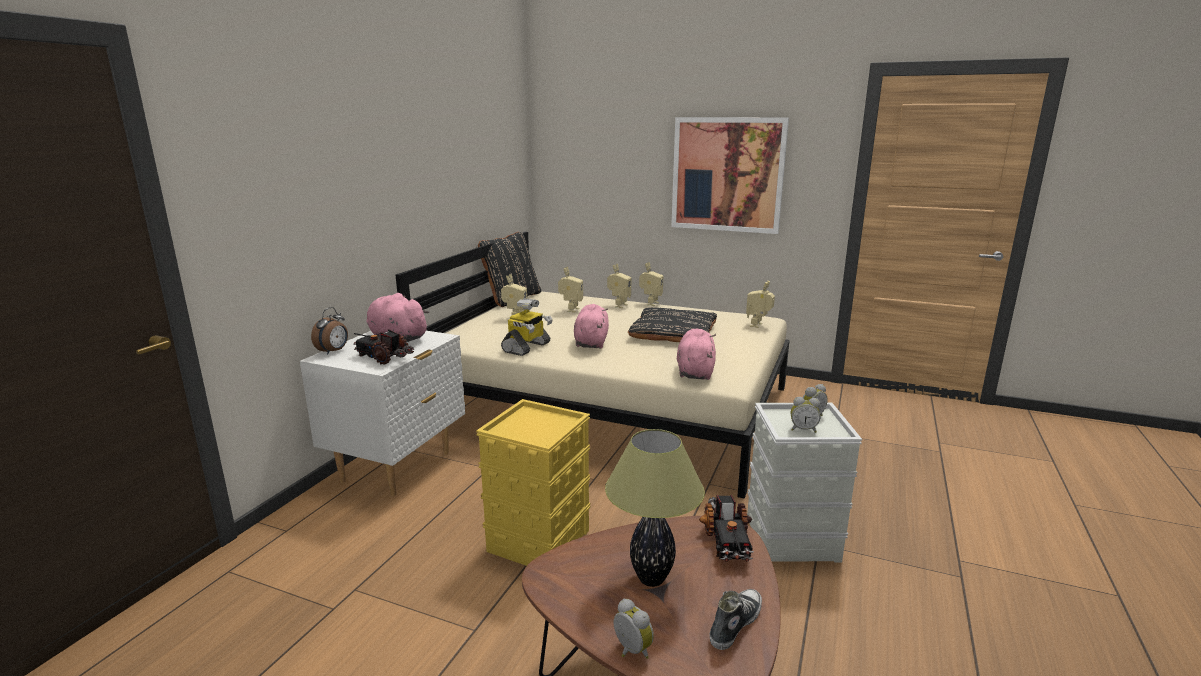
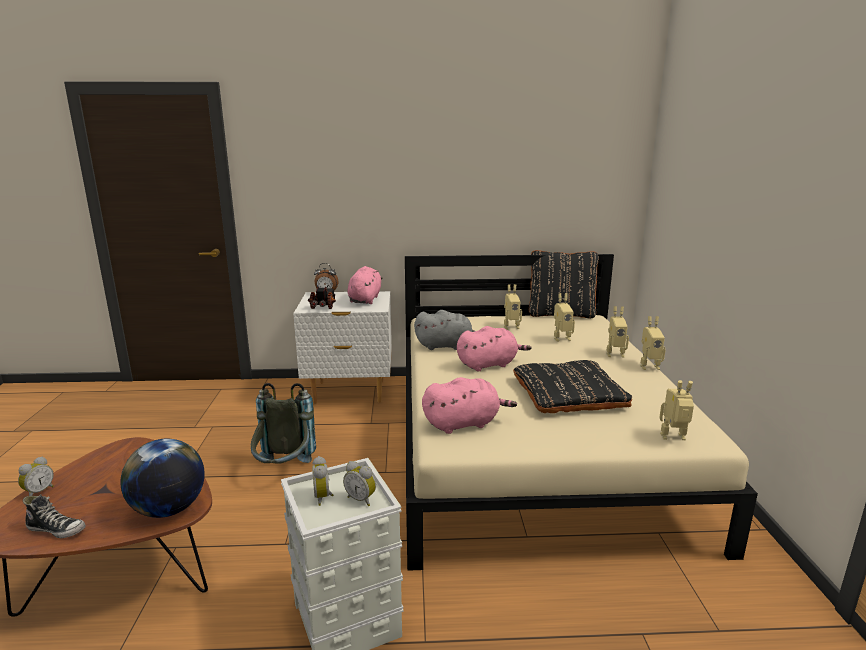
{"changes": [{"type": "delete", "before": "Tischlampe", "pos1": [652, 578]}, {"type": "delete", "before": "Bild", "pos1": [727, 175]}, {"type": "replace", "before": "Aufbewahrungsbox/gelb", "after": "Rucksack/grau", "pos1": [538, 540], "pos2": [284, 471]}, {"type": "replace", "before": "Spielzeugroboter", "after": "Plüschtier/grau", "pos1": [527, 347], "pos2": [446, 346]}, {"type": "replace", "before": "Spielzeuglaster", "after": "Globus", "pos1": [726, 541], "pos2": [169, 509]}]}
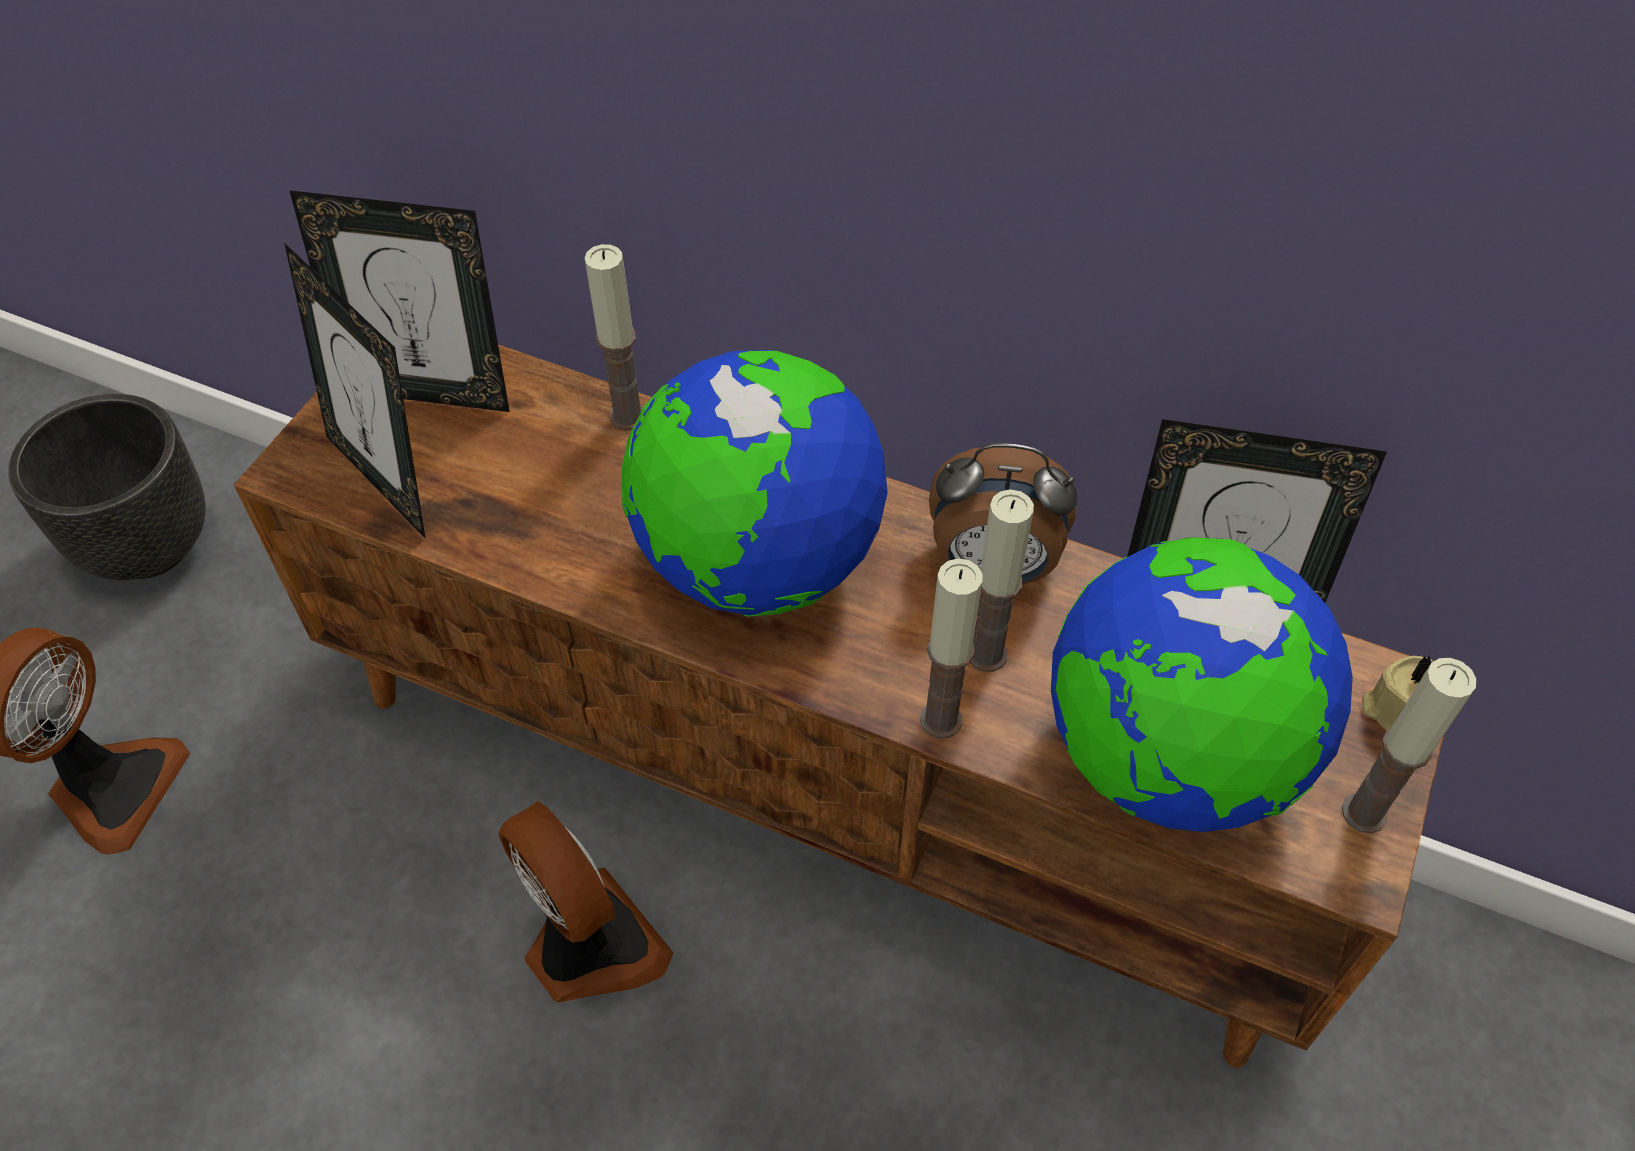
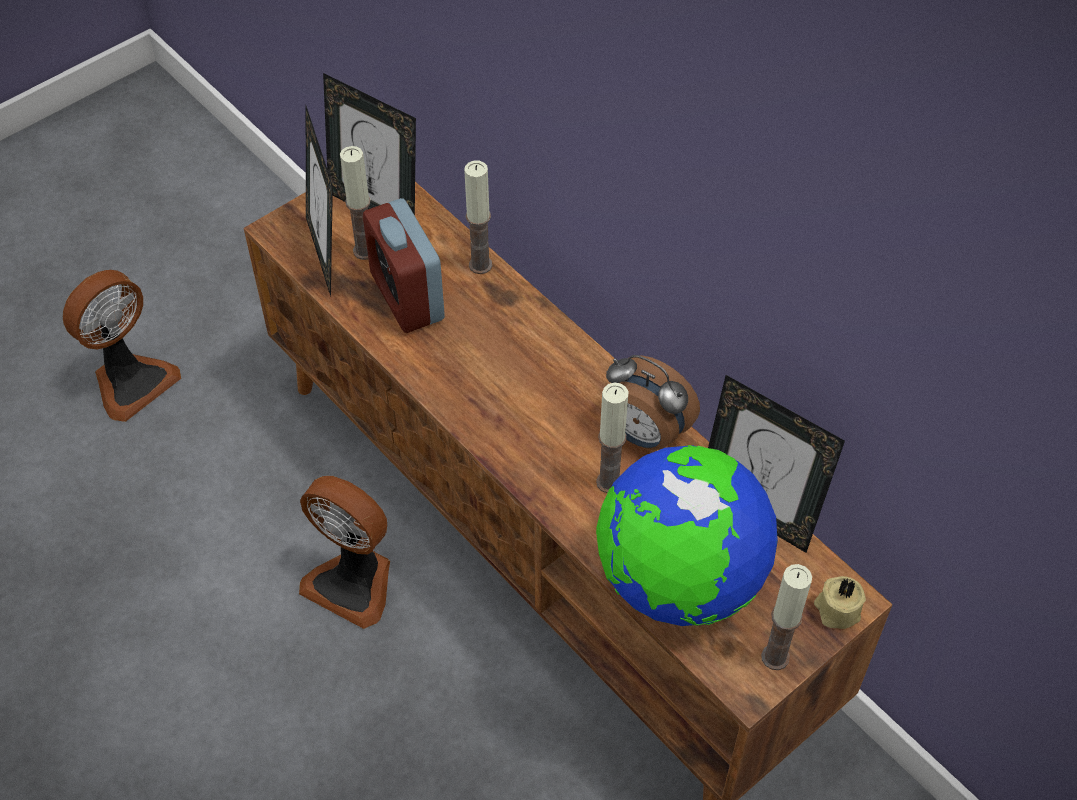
{"changes": [{"type": "delete", "before": "Pflanzkübel/schwarz", "pos1": [147, 547]}, {"type": "delete", "before": "Globus", "pos1": [758, 563]}, {"type": "insert", "after": "Wecker", "pos2": [407, 296]}, {"type": "move", "before": "Kerze", "pos1": [941, 720], "pos2": [364, 251]}, {"type": "rotate", "before": "Ventilator", "pos1": [589, 946], "pos2": [353, 582], "turn": 135}]}
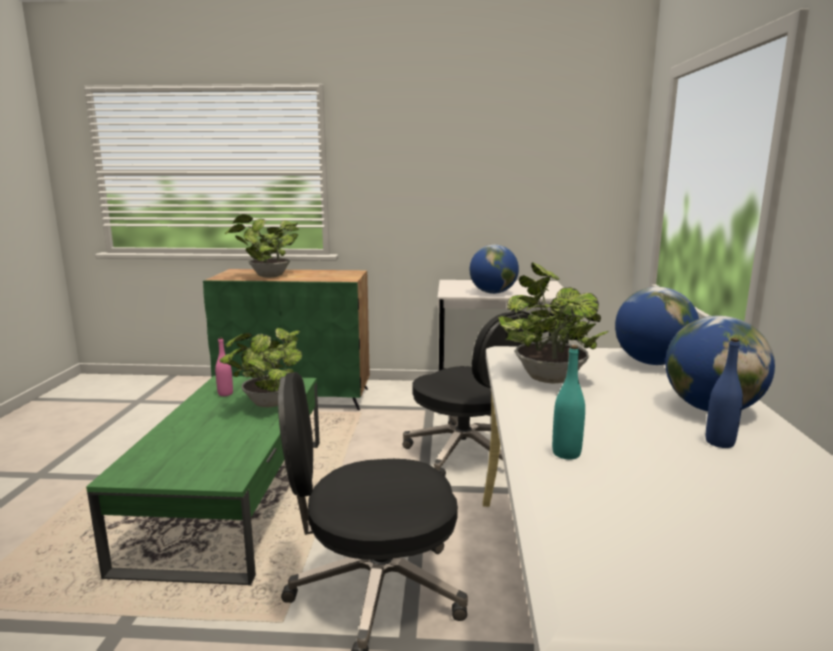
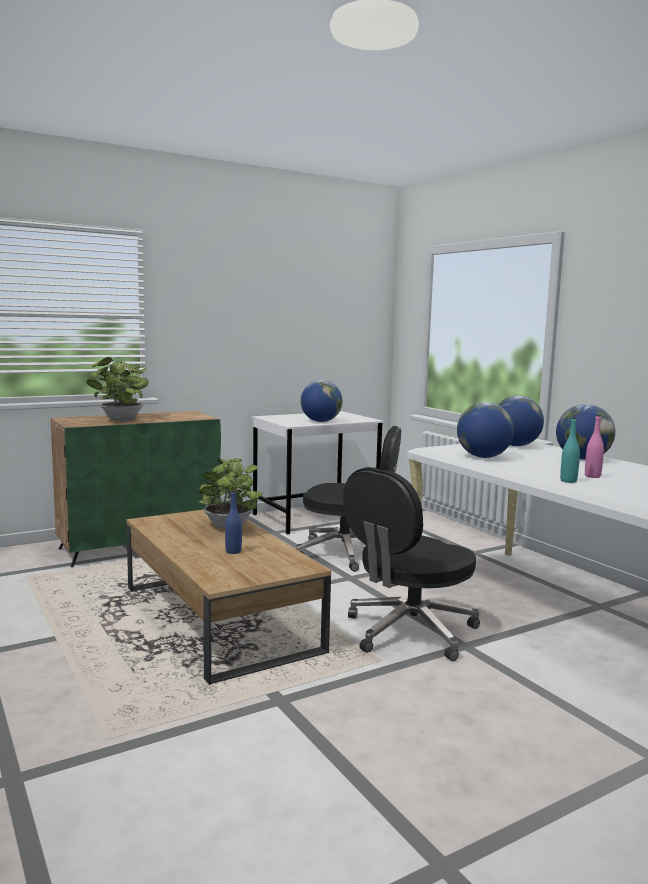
{"changes": [{"type": "move", "before": "Flasche/rosa", "pos1": [225, 394], "pos2": [592, 476]}, {"type": "move", "before": "Flasche/blau", "pos1": [719, 442], "pos2": [233, 551]}, {"type": "replace", "before": "Topfpflanze", "after": "Globus", "pos1": [547, 376], "pos2": [483, 457]}, {"type": "recolor", "before": "Couchtisch/grün", "after": "Couchtisch/braun", "pos1": [232, 497], "pos2": [218, 617]}]}
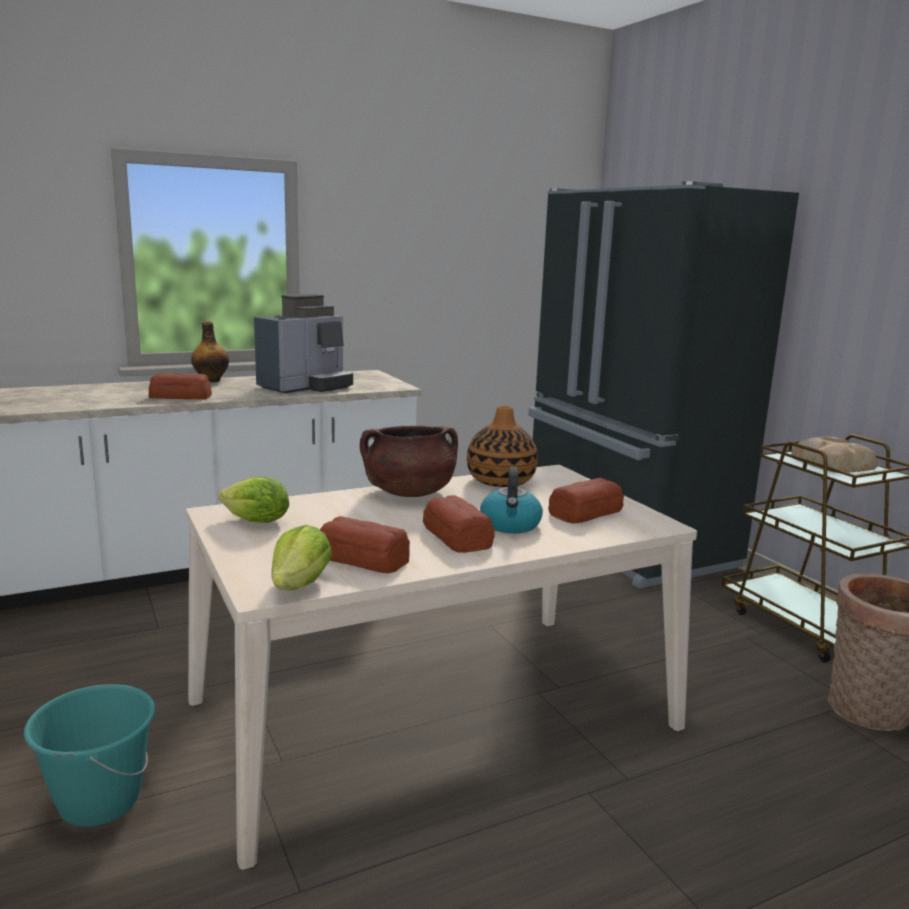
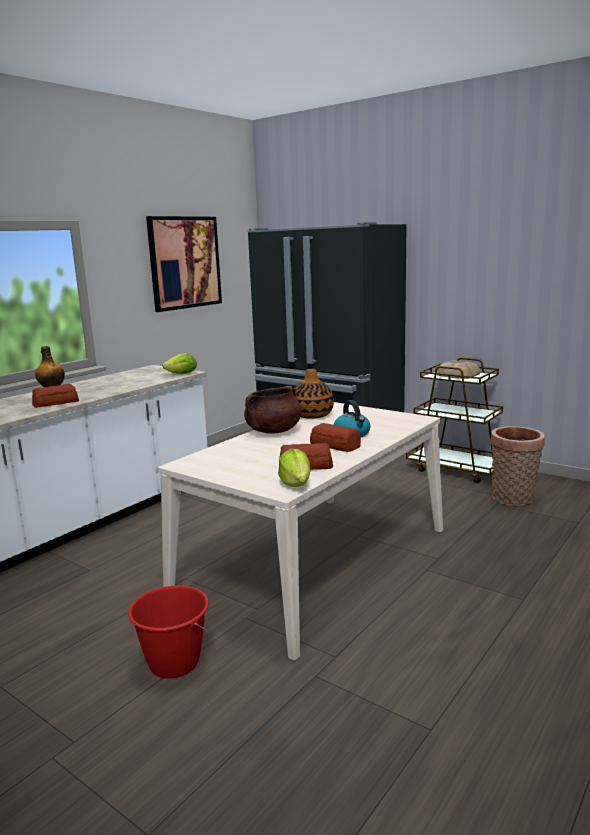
{"changes": [{"type": "delete", "before": "Kaffeemaschine", "pos1": [306, 386]}, {"type": "delete", "before": "Brot", "pos1": [584, 512]}, {"type": "insert", "after": "Bild", "pos2": [185, 262]}, {"type": "move", "before": "Salatkopf", "pos1": [257, 522], "pos2": [182, 374]}, {"type": "recolor", "before": "Eimer/türkis", "after": "Eimer/rot", "pos1": [99, 802], "pos2": [174, 663]}]}
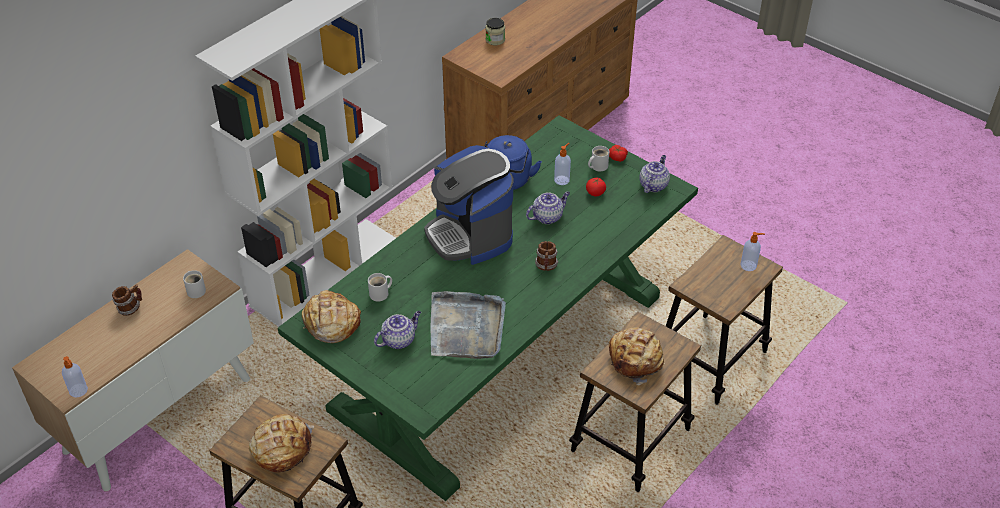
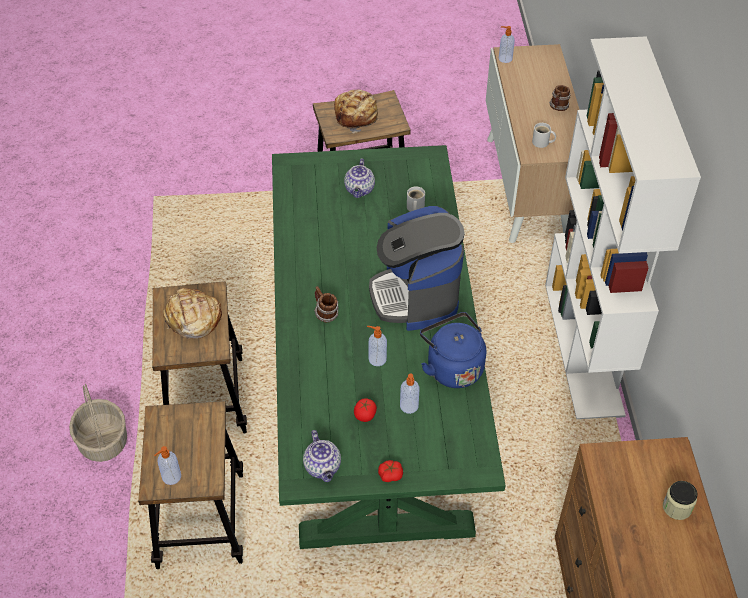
{"changes": [{"type": "delete", "before": "Brot", "pos1": [331, 323]}, {"type": "delete", "before": "Tablett/grau", "pos1": [466, 328]}, {"type": "delete", "before": "Henkelbecher/weiß", "pos1": [597, 166]}, {"type": "insert", "after": "Korb", "pos2": [102, 441]}, {"type": "replace", "before": "Teekanne", "after": "Seifenspender", "pos1": [548, 216], "pos2": [376, 359]}, {"type": "rotate", "before": "Kaffeemaschine", "pos1": [470, 234], "pos2": [415, 296], "turn": -120}]}
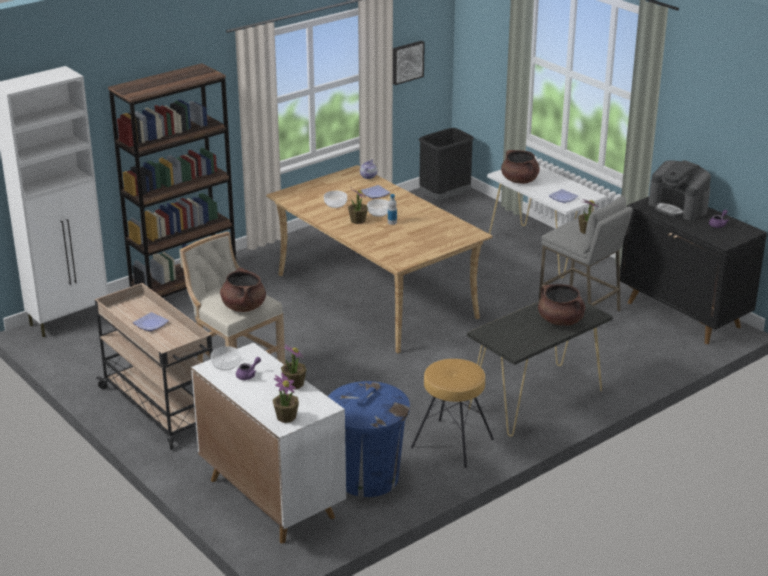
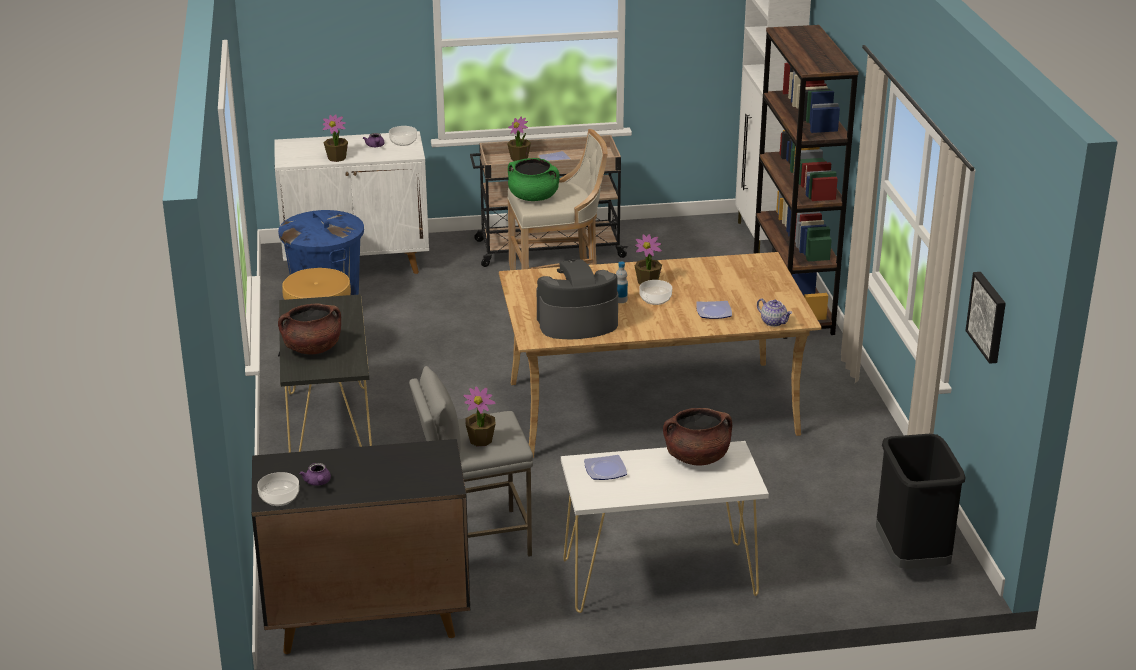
{"changes": [{"type": "move", "before": "Topfpflanze", "pos1": [286, 417], "pos2": [519, 158]}, {"type": "move", "before": "Schüssel", "pos1": [335, 204], "pos2": [280, 498]}, {"type": "move", "before": "Kaffeemaschine", "pos1": [678, 207], "pos2": [577, 323]}, {"type": "recolor", "before": "Kochtopf/braun", "after": "Kochtopf/grün", "pos1": [243, 307], "pos2": [533, 197]}]}
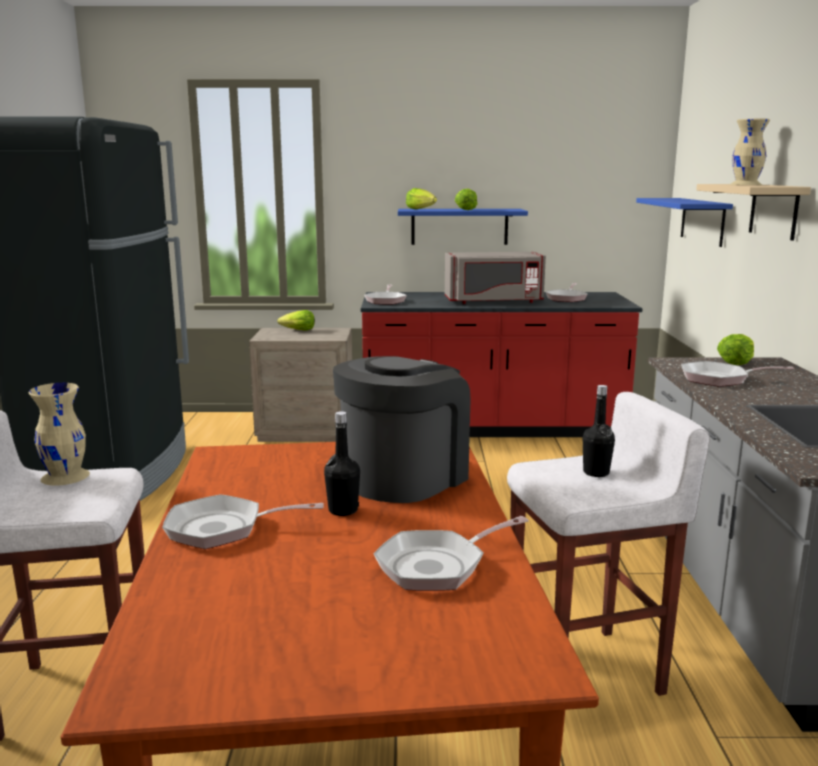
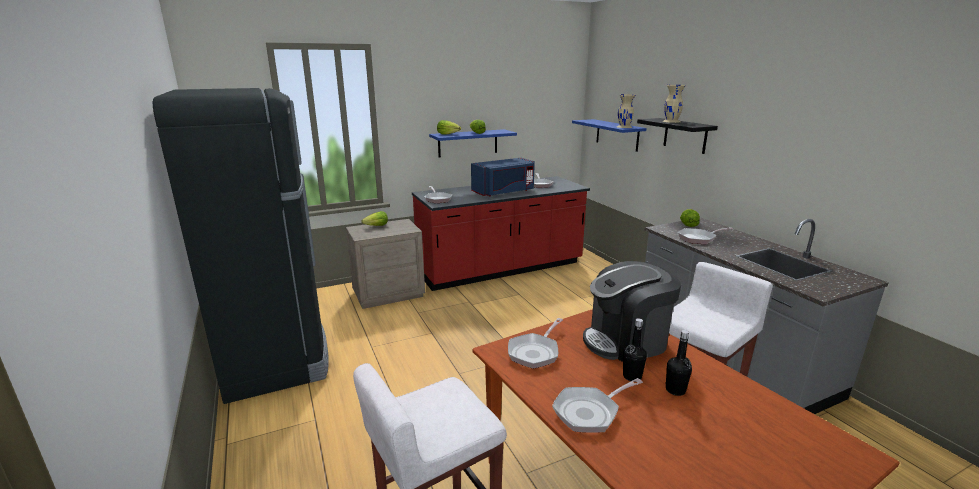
{"changes": [{"type": "move", "before": "Vase/beige", "pos1": [66, 476], "pos2": [624, 127]}, {"type": "move", "before": "Pfanne", "pos1": [437, 565], "pos2": [535, 352]}, {"type": "move", "before": "Flasche/schwarz", "pos1": [596, 472], "pos2": [675, 390]}, {"type": "recolor", "before": "Mikrowelle/grau", "after": "Mikrowelle/blau", "pos1": [493, 301], "pos2": [504, 192]}, {"type": "recolor", "before": "Wandregal/beige", "after": "Wandregal/schwarz", "pos1": [773, 210], "pos2": [685, 135]}, {"type": "rotate", "before": "Kaffeemaschine", "pos1": [404, 477], "pos2": [626, 341], "turn": -120}]}
